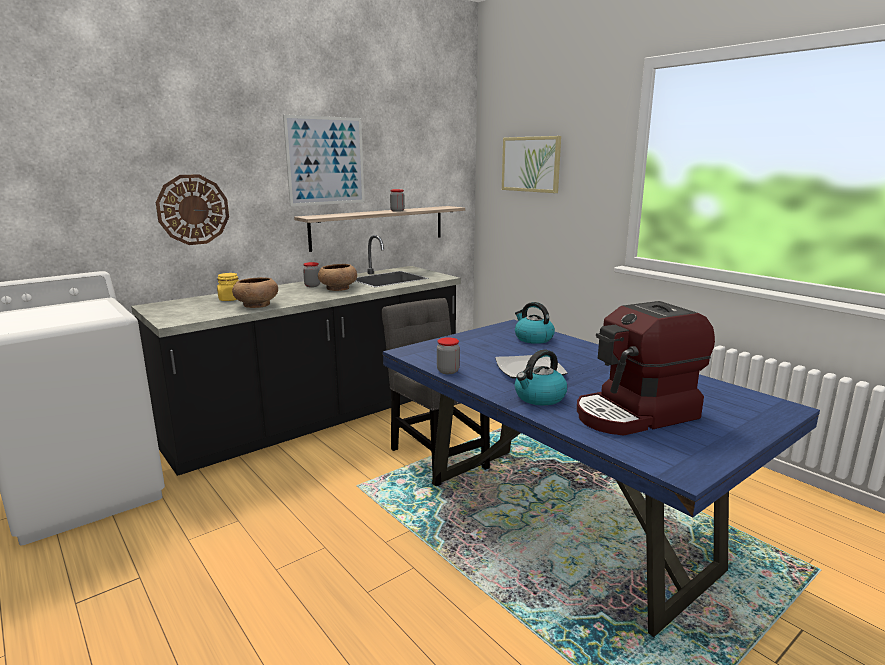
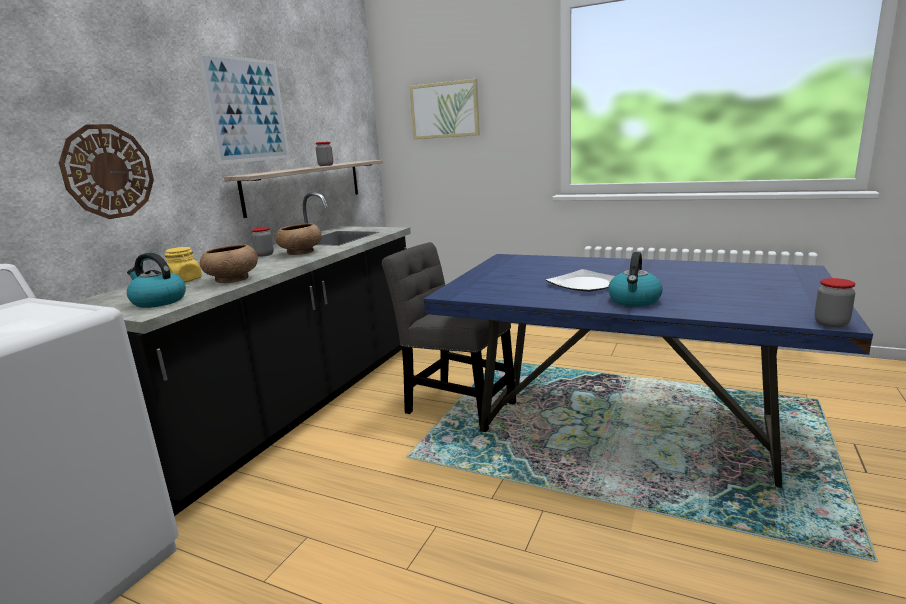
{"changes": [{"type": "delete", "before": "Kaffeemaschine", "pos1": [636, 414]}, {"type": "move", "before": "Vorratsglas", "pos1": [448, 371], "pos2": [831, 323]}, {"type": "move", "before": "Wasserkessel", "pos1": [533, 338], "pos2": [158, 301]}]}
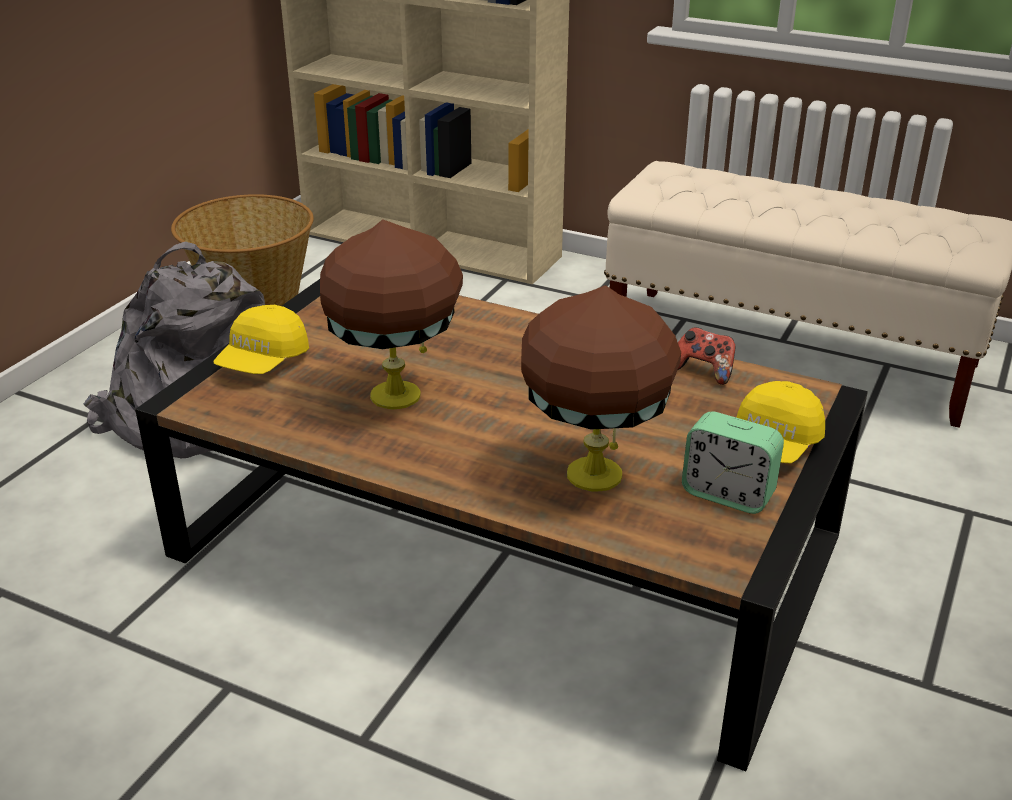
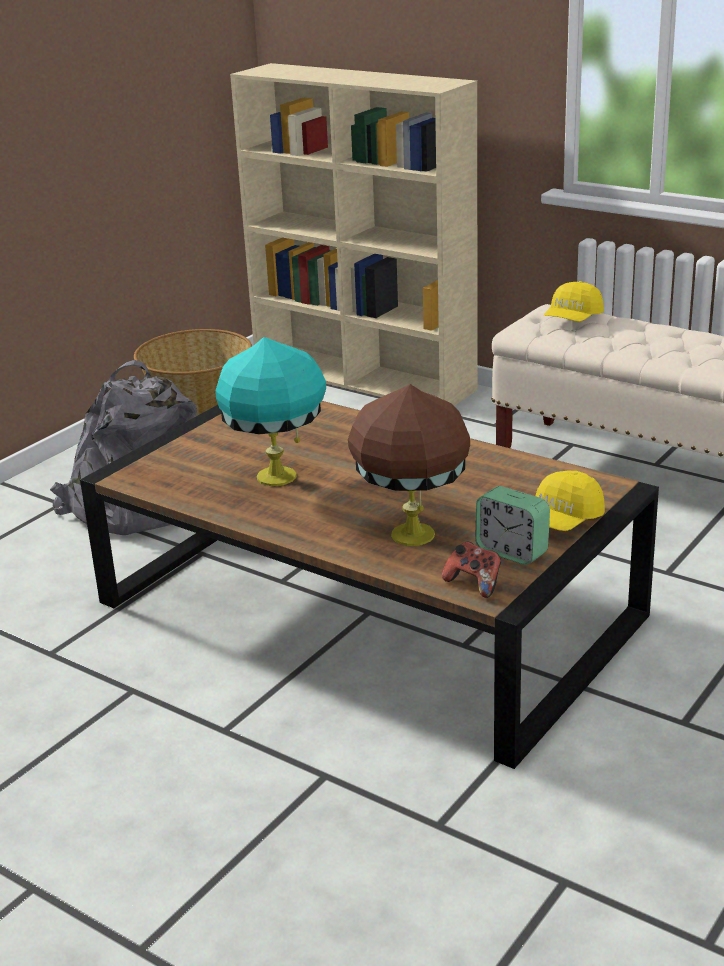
{"changes": [{"type": "move", "before": "Kappe/gelb", "pos1": [263, 362], "pos2": [572, 319]}, {"type": "move", "before": "Gamepad", "pos1": [703, 371], "pos2": [474, 584]}, {"type": "recolor", "before": "Tischlampe/braun", "after": "Tischlampe/türkis", "pos1": [397, 397], "pos2": [278, 477]}]}
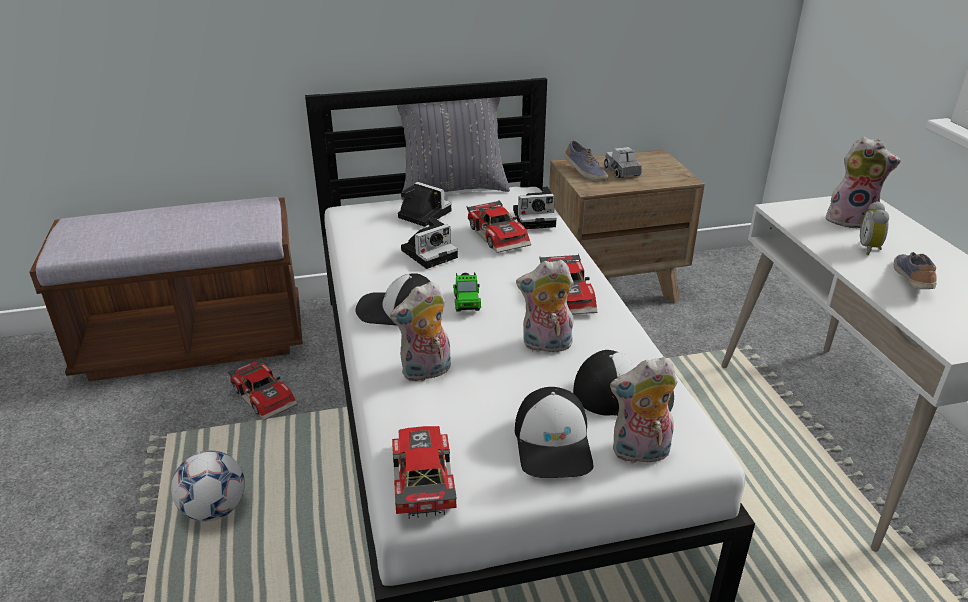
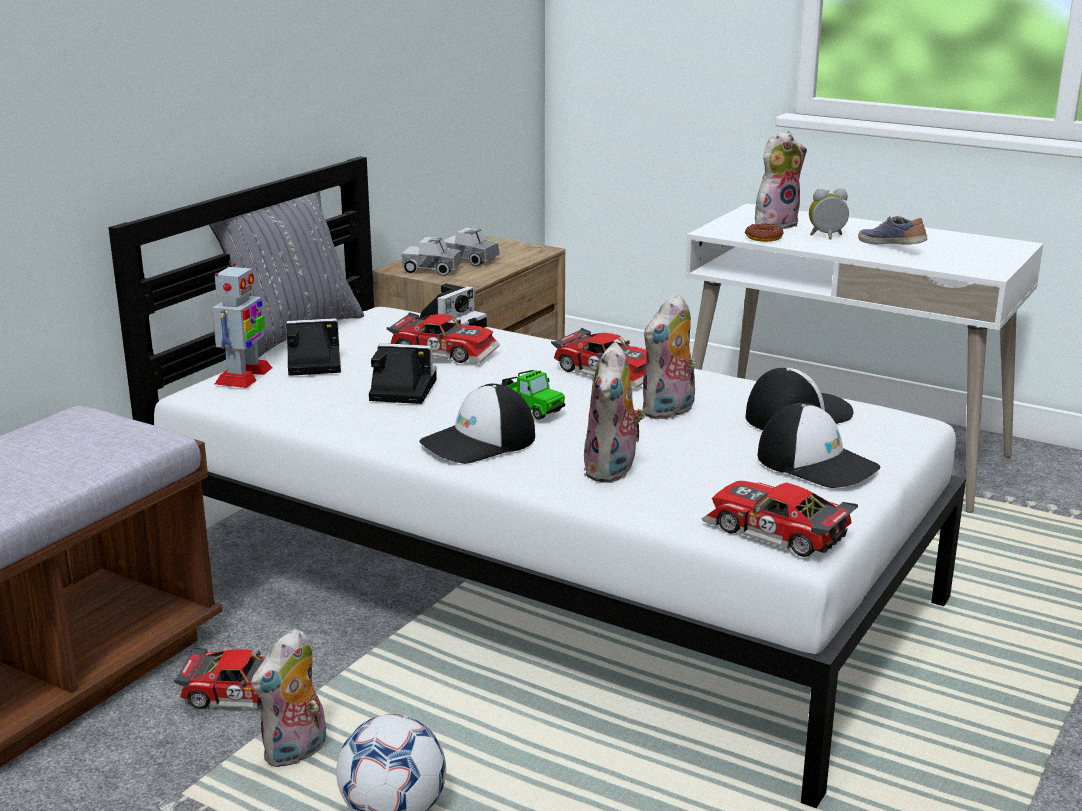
{"changes": [{"type": "insert", "after": "Spielzeugroboter", "pos2": [244, 376]}, {"type": "insert", "after": "Donut", "pos2": [763, 238]}, {"type": "move", "before": "Plüschtier", "pos1": [640, 453], "pos2": [296, 753]}, {"type": "replace", "before": "Schuh", "after": "Spielzeuglaster", "pos1": [584, 172], "pos2": [432, 270]}, {"type": "rotate", "before": "Kamera", "pos1": [430, 253], "pos2": [400, 390], "turn": -90}, {"type": "rotate", "before": "Wecker", "pos1": [870, 249], "pos2": [827, 237], "turn": 120}]}
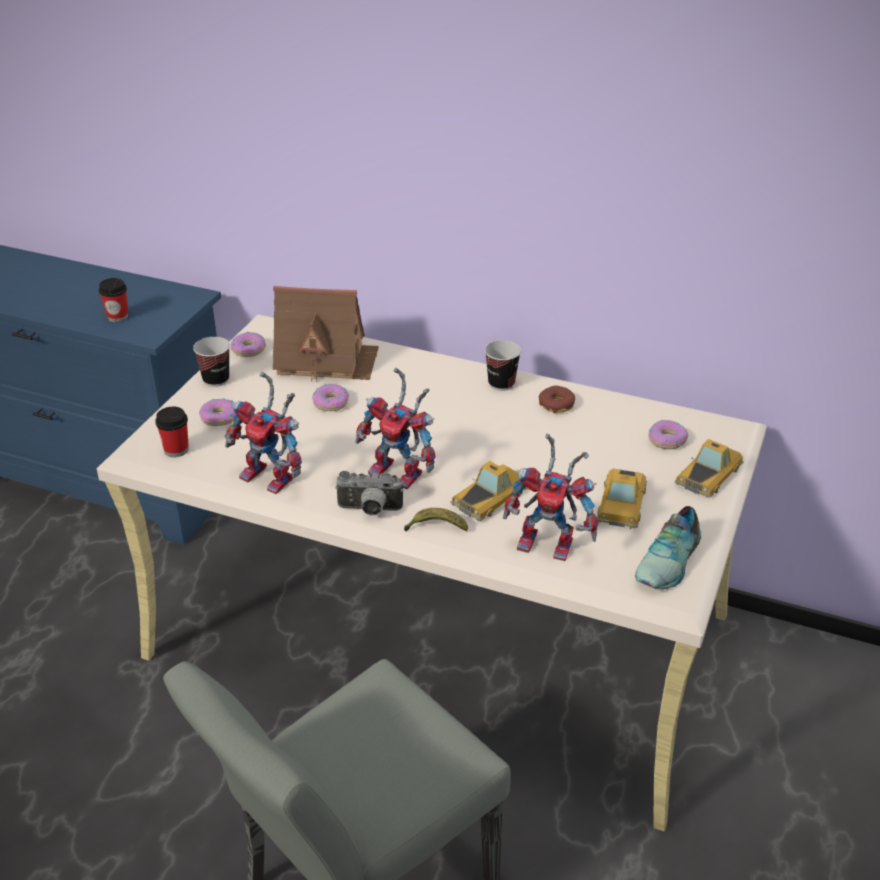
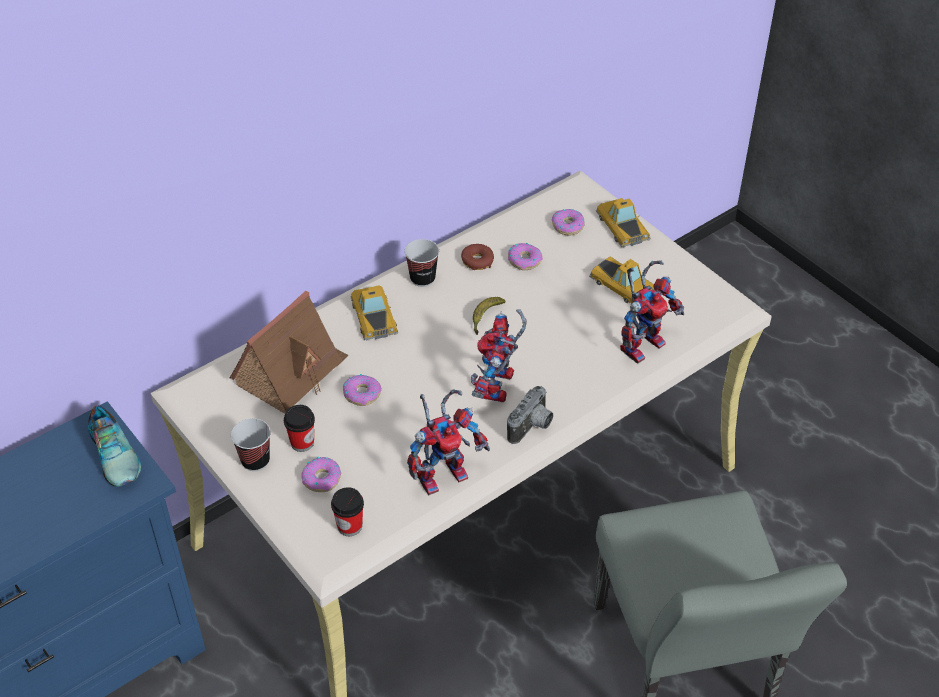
{"changes": [{"type": "move", "before": "Tasse", "pos1": [117, 316], "pos2": [302, 442]}, {"type": "move", "before": "Donut", "pos1": [249, 349], "pos2": [524, 260]}, {"type": "move", "before": "Banane", "pos1": [436, 527], "pos2": [485, 317]}, {"type": "move", "before": "Spielzeugauto", "pos1": [491, 496], "pos2": [374, 315]}, {"type": "move", "before": "Schuh", "pos1": [670, 561], "pos2": [116, 454]}, {"type": "rotate", "before": "Spielzeugroboter", "pos1": [401, 473], "pos2": [498, 389], "turn": 135}]}
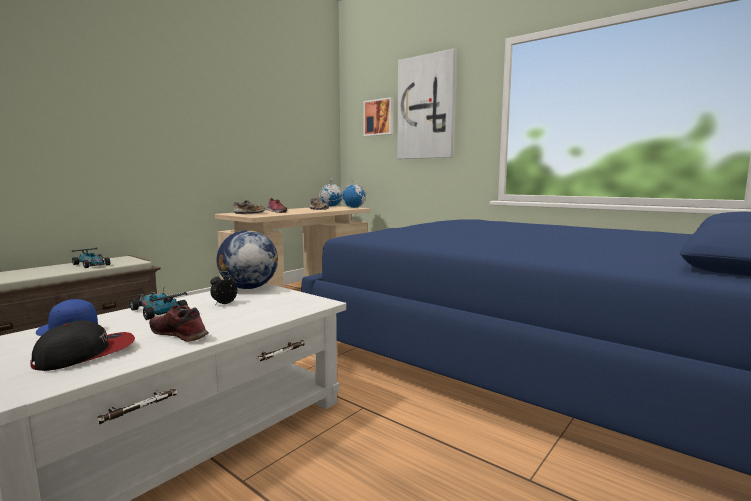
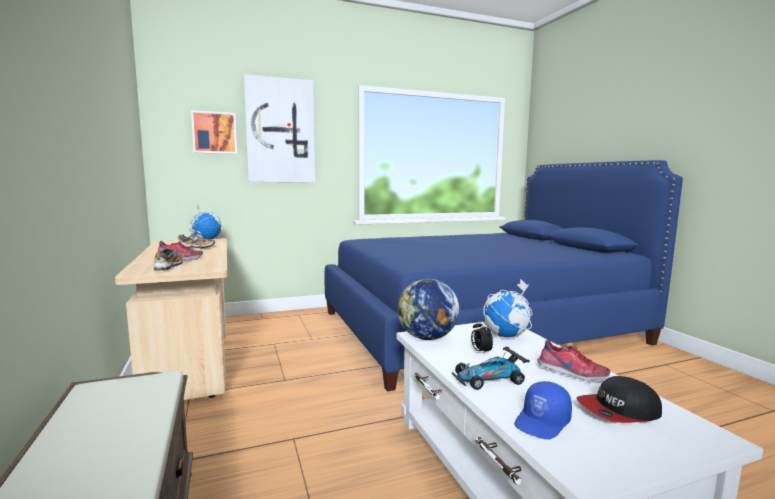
{"changes": [{"type": "delete", "before": "Spielzeugauto", "pos1": [92, 264]}, {"type": "move", "before": "Globus", "pos1": [331, 206], "pos2": [506, 336]}, {"type": "rotate", "before": "Kappe", "pos1": [86, 354], "pos2": [618, 410], "turn": -90}, {"type": "rotate", "before": "Schuh", "pos1": [180, 334], "pos2": [571, 373], "turn": -120}]}
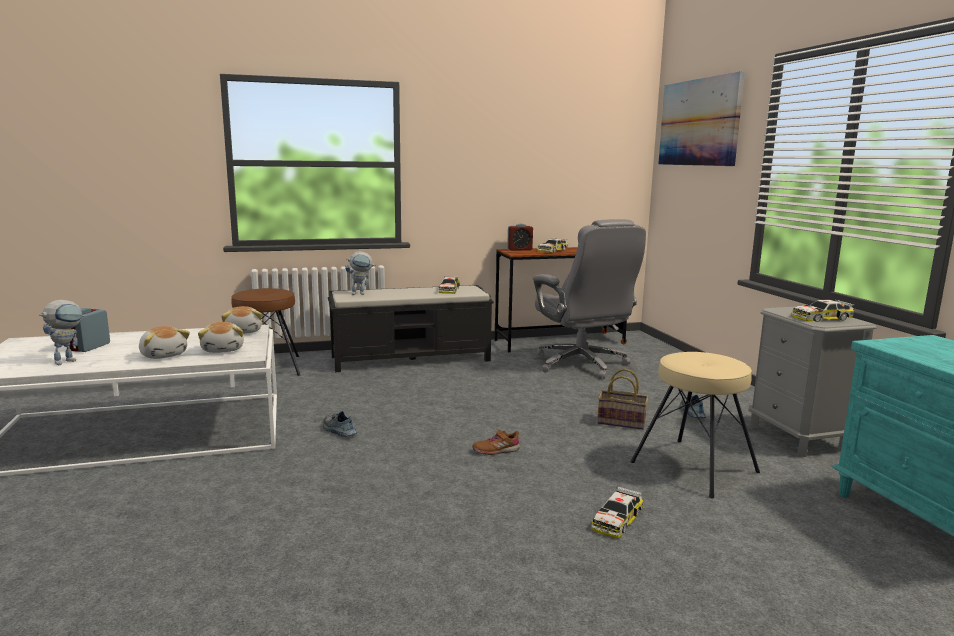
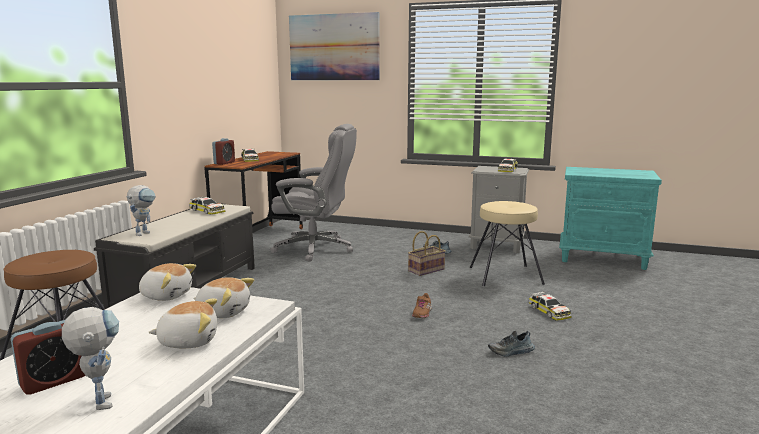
{"changes": [{"type": "move", "before": "Schuh", "pos1": [338, 431], "pos2": [511, 352]}, {"type": "rotate", "before": "Wecker", "pos1": [90, 347], "pos2": [54, 381], "turn": -90}]}
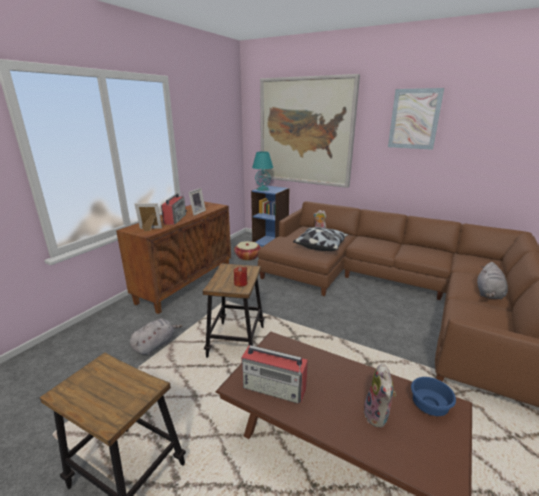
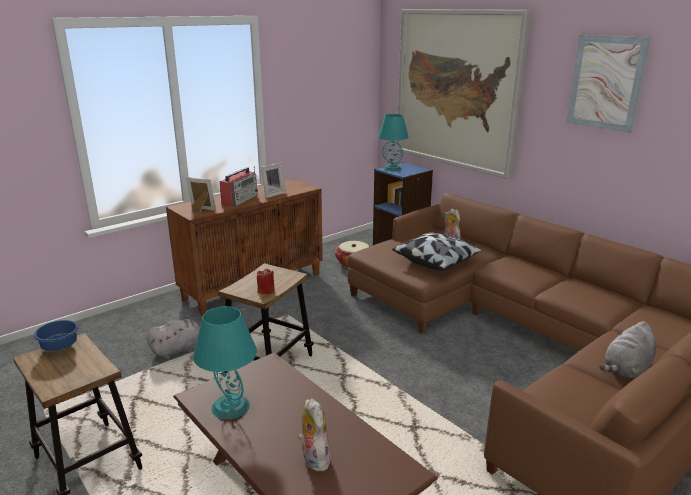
{"changes": [{"type": "move", "before": "Schüssel/blau", "pos1": [430, 407], "pos2": [60, 347]}, {"type": "replace", "before": "Radio", "after": "Tischlampe/türkis", "pos1": [274, 387], "pos2": [231, 406]}, {"type": "rotate", "before": "Plüschtier", "pos1": [378, 416], "pos2": [313, 458], "turn": 135}]}
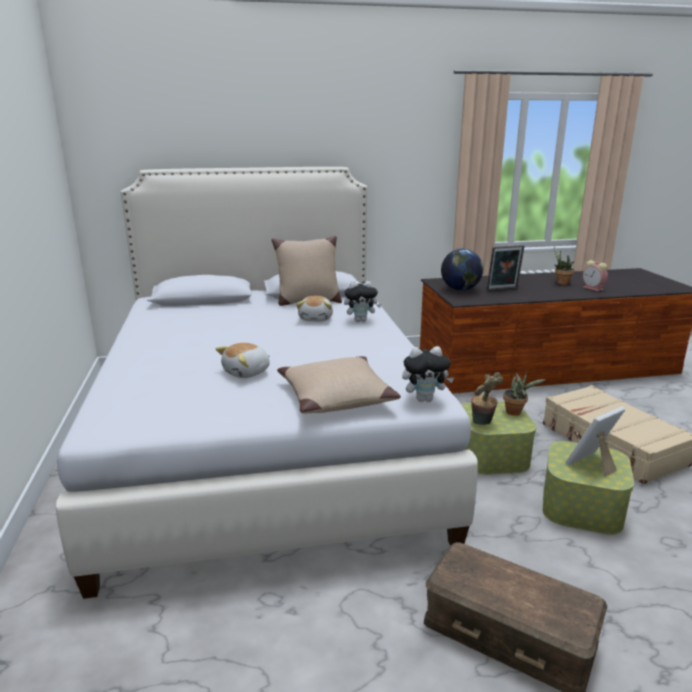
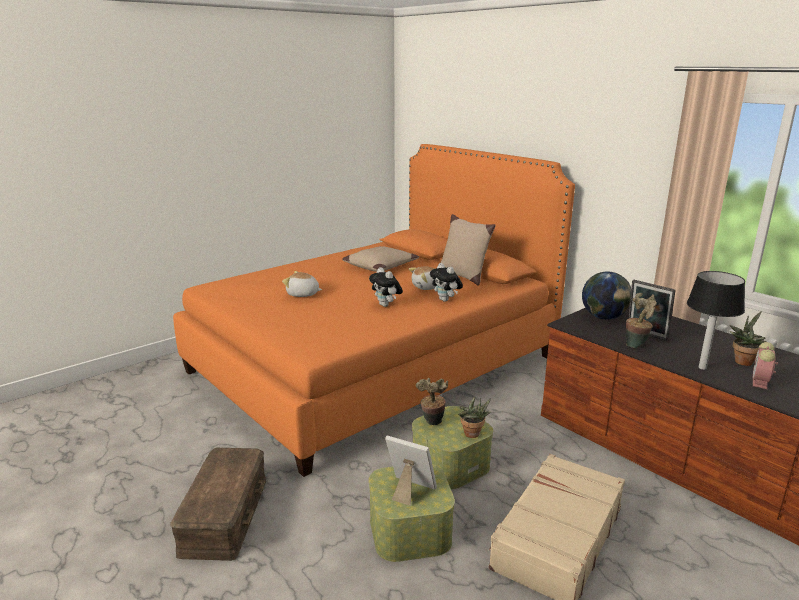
{"changes": [{"type": "insert", "after": "Topfpflanze", "pos2": [637, 345]}, {"type": "insert", "after": "Tischlampe", "pos2": [703, 367]}, {"type": "move", "before": "Kissen/beige", "pos1": [335, 396], "pos2": [380, 266]}, {"type": "move", "before": "Plüschtier", "pos1": [425, 399], "pos2": [386, 305]}, {"type": "recolor", "before": "Bett/weiß", "after": "Bett/orange", "pos1": [266, 437], "pos2": [374, 363]}]}
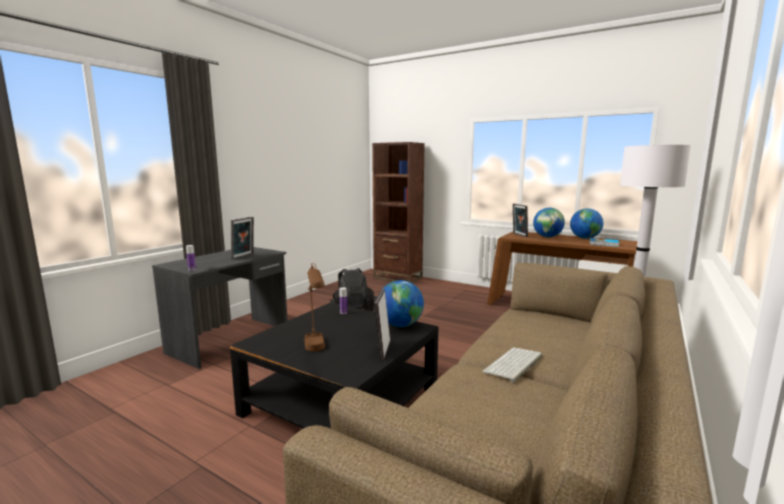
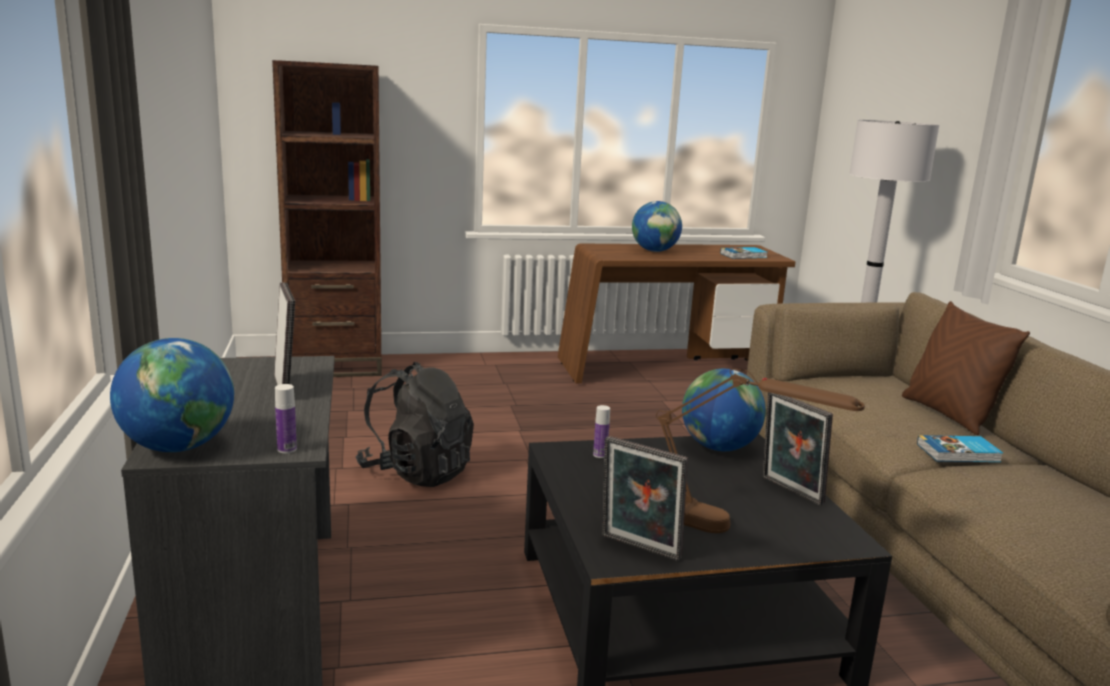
{"changes": [{"type": "insert", "after": "Kissen/braun", "pos2": [949, 415]}, {"type": "move", "before": "Bilderrahmen", "pos1": [519, 235], "pos2": [638, 549]}, {"type": "move", "before": "Globus", "pos1": [584, 238], "pos2": [178, 447]}, {"type": "replace", "before": "Tastatur", "after": "Buch", "pos1": [514, 365], "pos2": [959, 453]}]}
